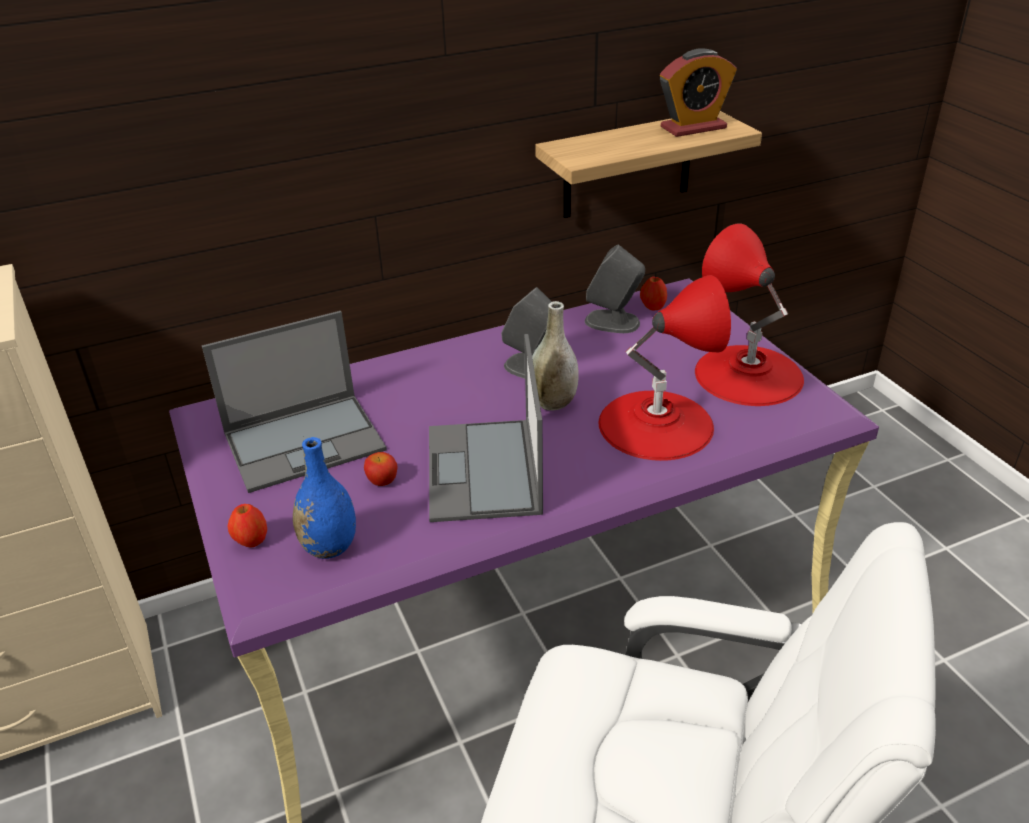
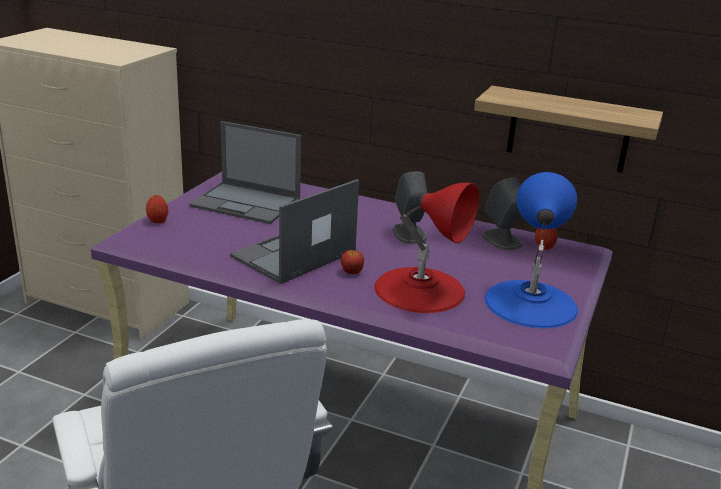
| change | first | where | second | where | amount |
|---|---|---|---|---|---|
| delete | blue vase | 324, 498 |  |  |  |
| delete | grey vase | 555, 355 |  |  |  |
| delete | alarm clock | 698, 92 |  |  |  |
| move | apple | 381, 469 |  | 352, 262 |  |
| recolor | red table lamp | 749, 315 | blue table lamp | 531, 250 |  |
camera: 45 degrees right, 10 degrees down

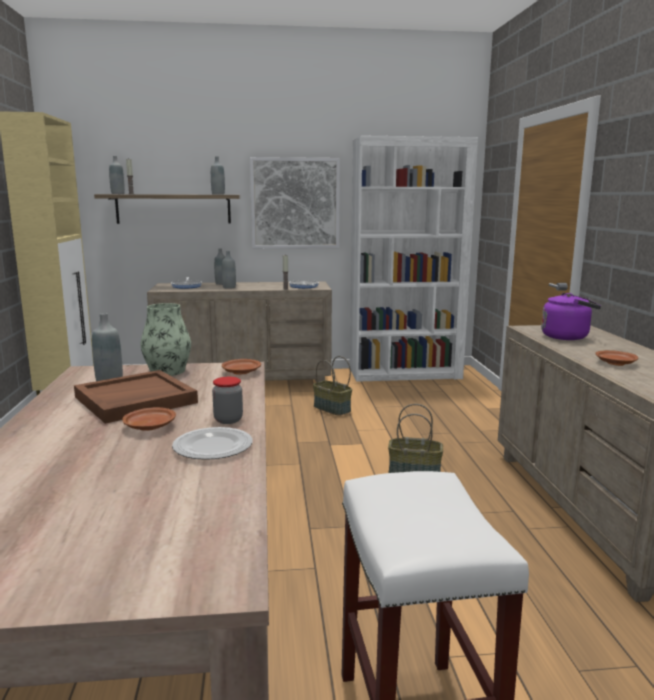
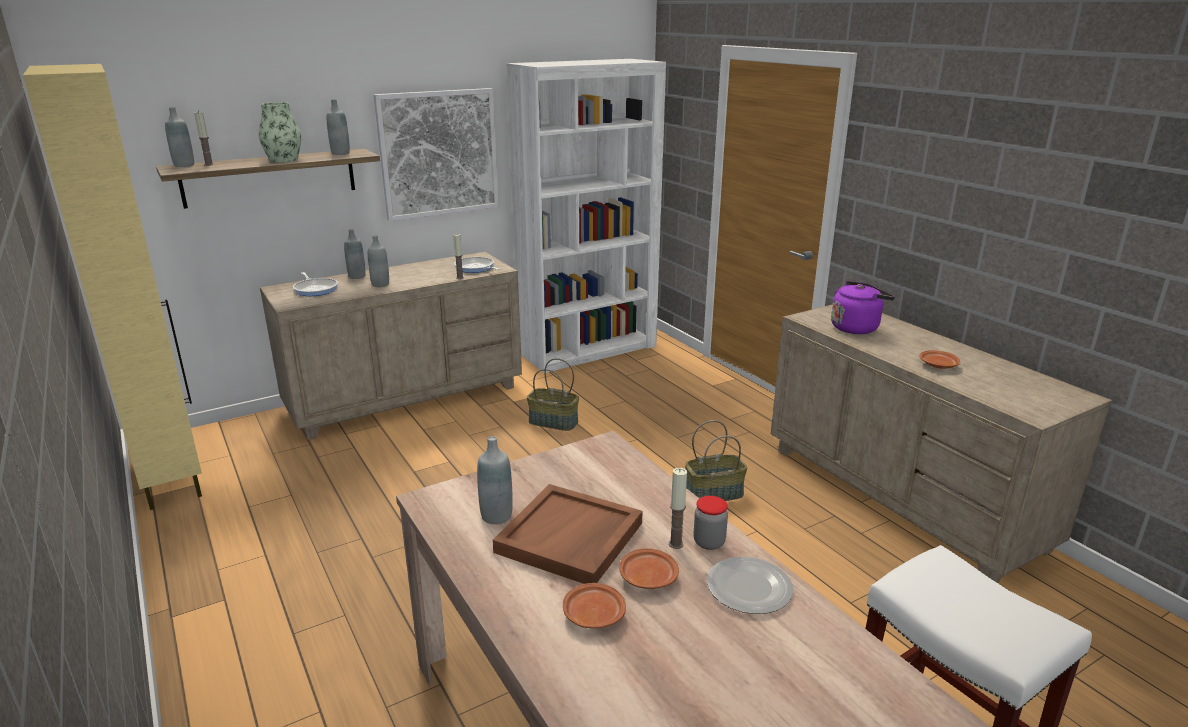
| change | first | where | second | where | amount |
|---|---|---|---|---|---|
| insert |  |  | candle | 678, 508 |  |
| move | vase | 165, 339 |  | 280, 132 |  |
| move | brown plate | 241, 367 |  | 594, 605 |  |
camera: 25 degrees left, 10 degrees up

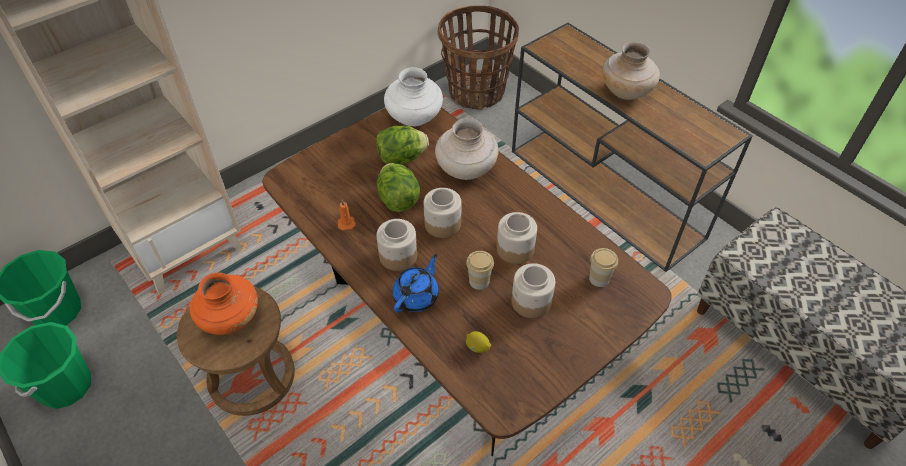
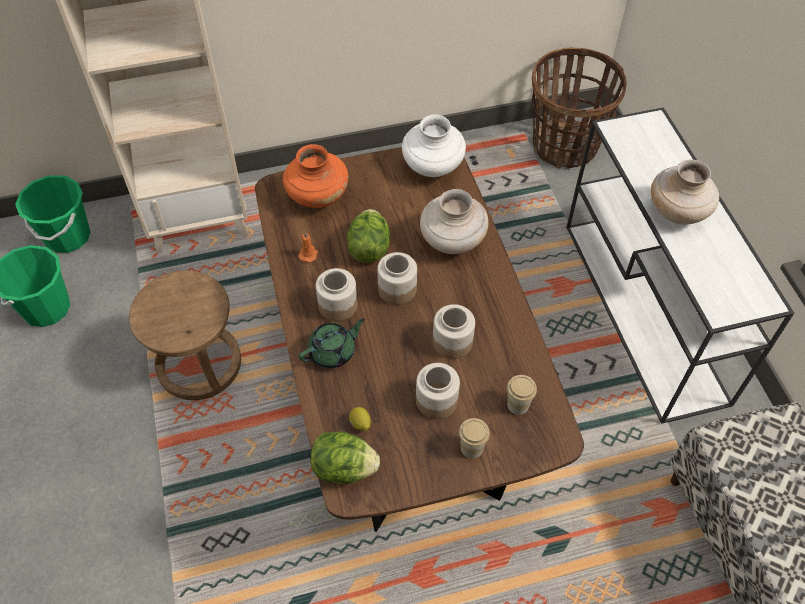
| change | first | where | second | where | amount |
|---|---|---|---|---|---|
| move | orange vase | 224, 304 |  | 315, 176 |  |
| move | lettuce | 402, 145 |  | 345, 458 |  |
| move | cup | 480, 270 |  | 474, 438 |  |
| recolor | blue teapot | 416, 283 | green teapot | 332, 343 |  |
| recolor | brown console table | 632, 147 | white console table | 680, 265 |  |
camera: 25 degrees right, 5 degrees up

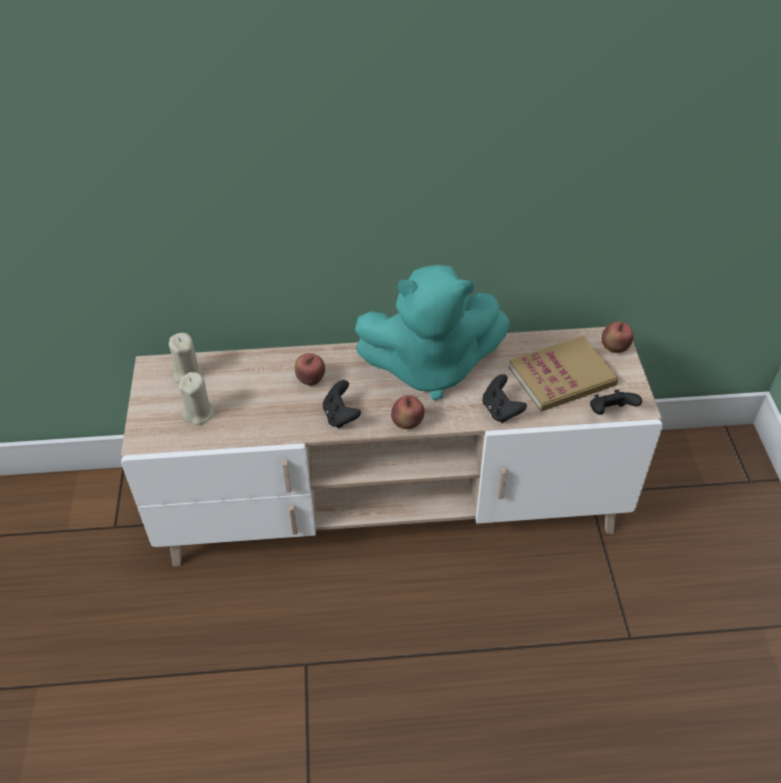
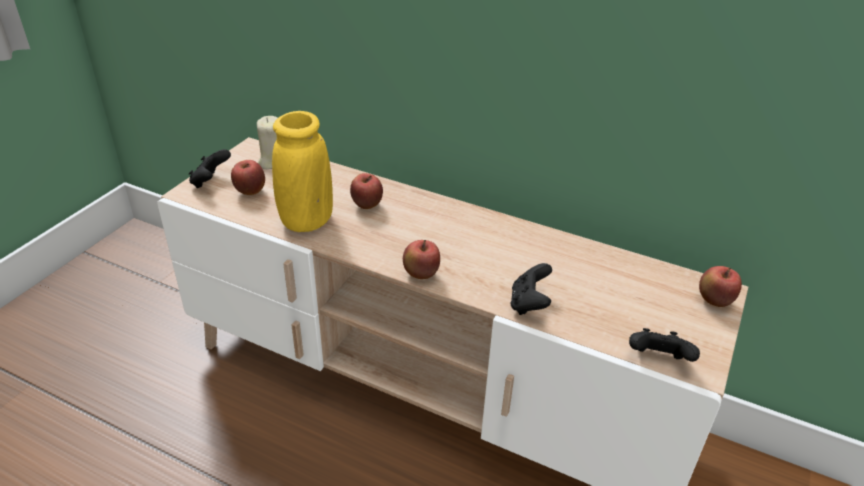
| change | first | where | second | where | amount |
|---|---|---|---|---|---|
| delete | turquoise plush toy | 432, 332 |  |  |  |
| delete | book | 563, 374 |  |  |  |
| insert |  |  | yellow vase | 302, 171 |  |
| move | black game controller | 342, 404 |  | 210, 168 |  |
| replace | beige candle | 196, 398 | apple | 248, 177 |  |
camera: 30 degrees right, 10 degrees down

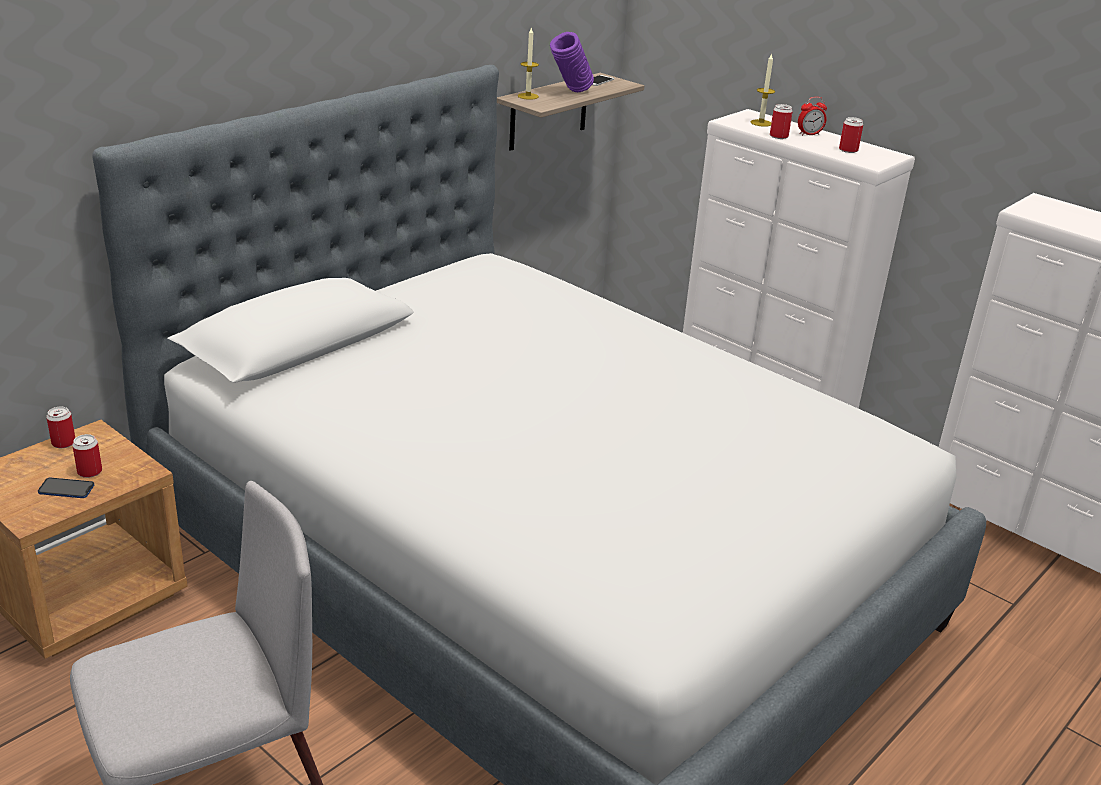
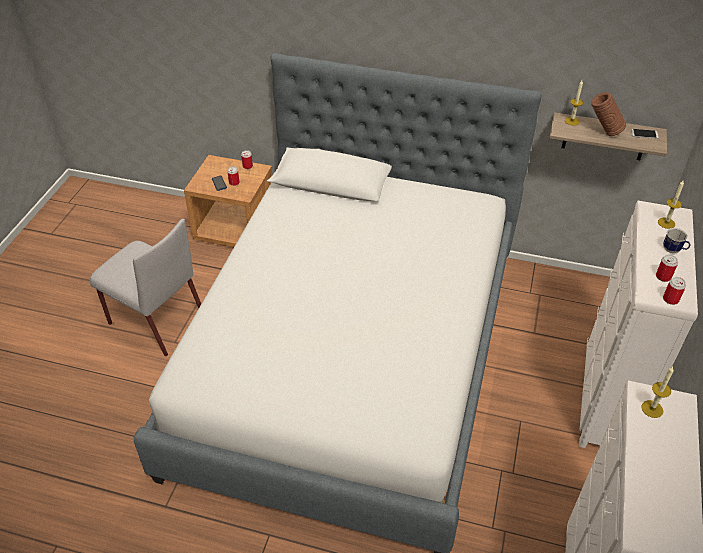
| change | first | where | second | where | amount |
|---|---|---|---|---|---|
| insert |  |  | candle | 657, 392 |  |
| move | can | 781, 121 |  | 674, 291 |  |
| replace | alarm clock | 812, 116 | mug | 676, 240 |  |
| recolor | purple vase | 572, 62 | brown vase | 608, 114 |  |
camera: 65 degrees right, 15 degrees up

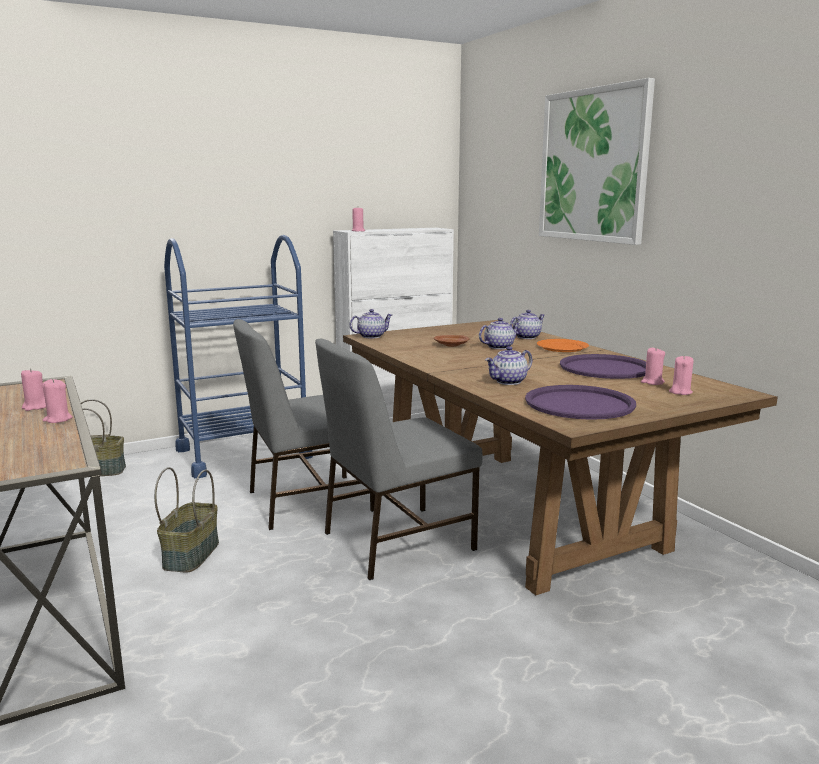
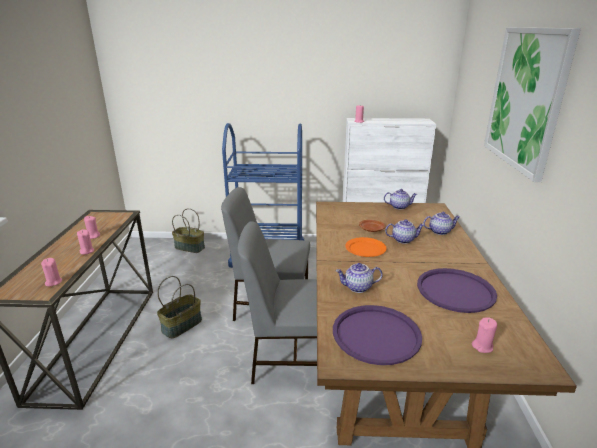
| change | first | where | second | where | amount |
|---|---|---|---|---|---|
| move | teapot | 370, 324 |  | 400, 199 |  |
| move | orange plate | 563, 345 |  | 366, 247 |  |
| move | pink candle | 653, 366 |  | 51, 272 |  |
camera: 30 degrees right, 10 degrees up

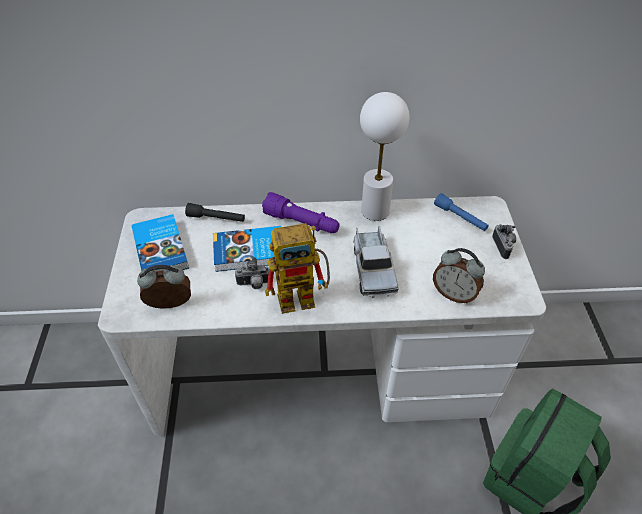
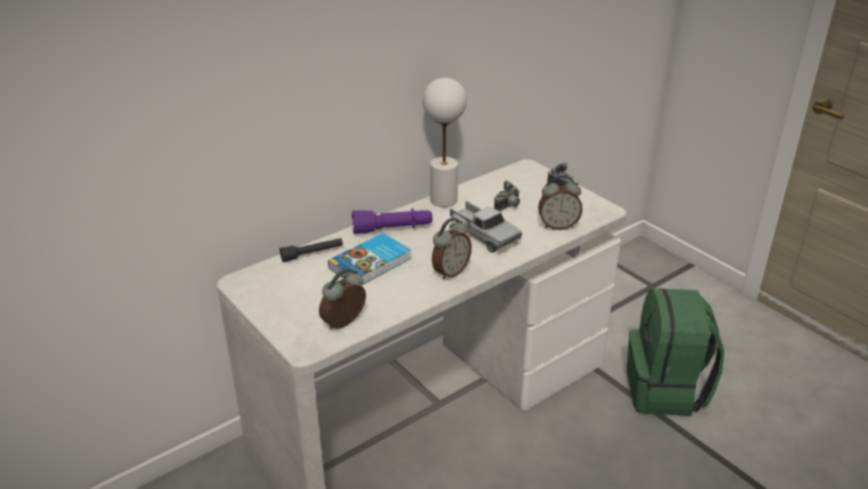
| change | first | where | second | where | amount |
|---|---|---|---|---|---|
| delete | book | 160, 243 |  |  |  |
| delete | blue flashlight | 461, 212 |  |  |  |
| move | photo camera | 252, 273 |  | 507, 195 |  |
| replace | toy robot | 297, 268 | alarm clock | 452, 249 |  |
camera: 35 degrees left, 15 degrees down

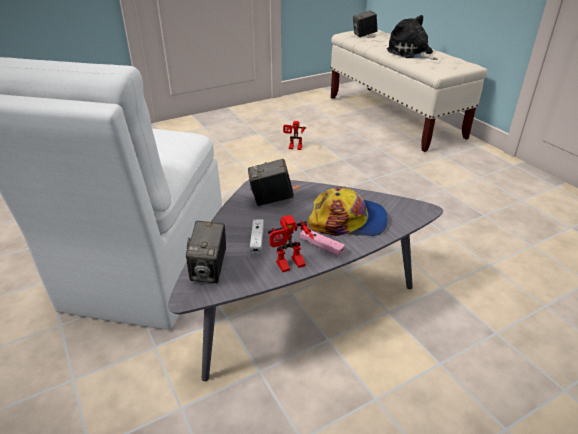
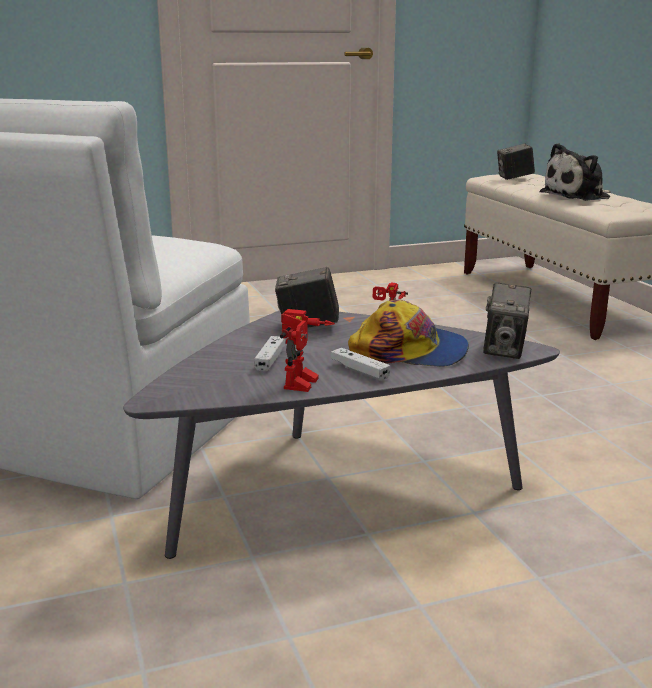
| change | first | where | second | where | amount |
|---|---|---|---|---|---|
| move | photo camera | 206, 252 |  | 507, 320 |  |
| recolor | pink game controller | 322, 243 | white game controller | 360, 364 |  |
| rotate | toy robot | 291, 243 |  | 307, 350 | 60 degrees counterclockwise |
| rotate | plush toy | 412, 37 |  | 574, 172 | 90 degrees counterclockwise |
camera: 10 degrees right, 15 degrees down

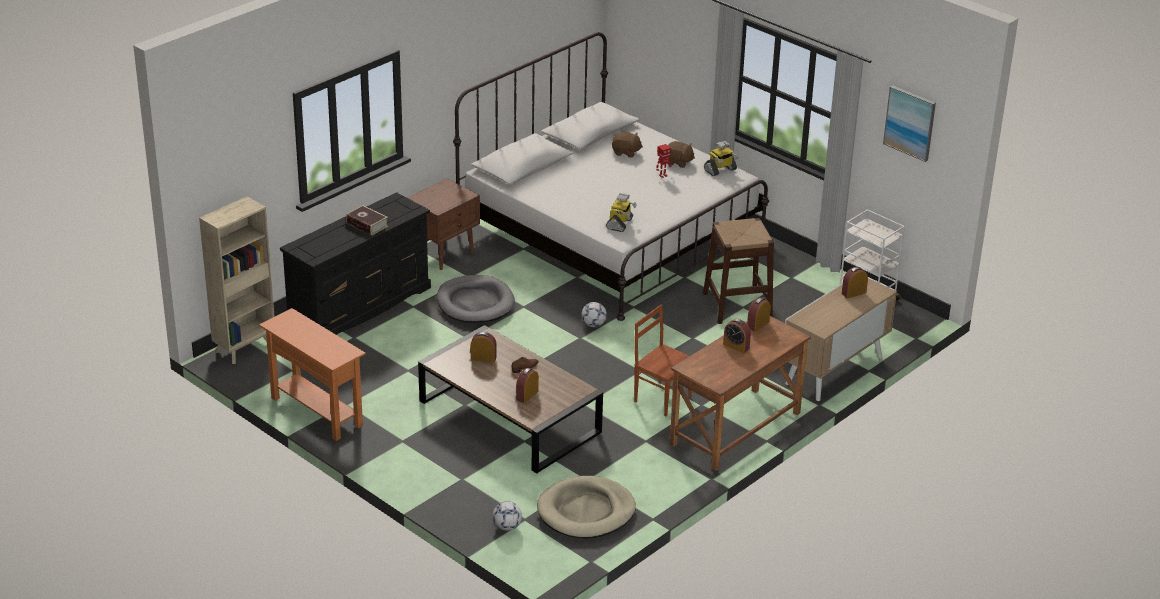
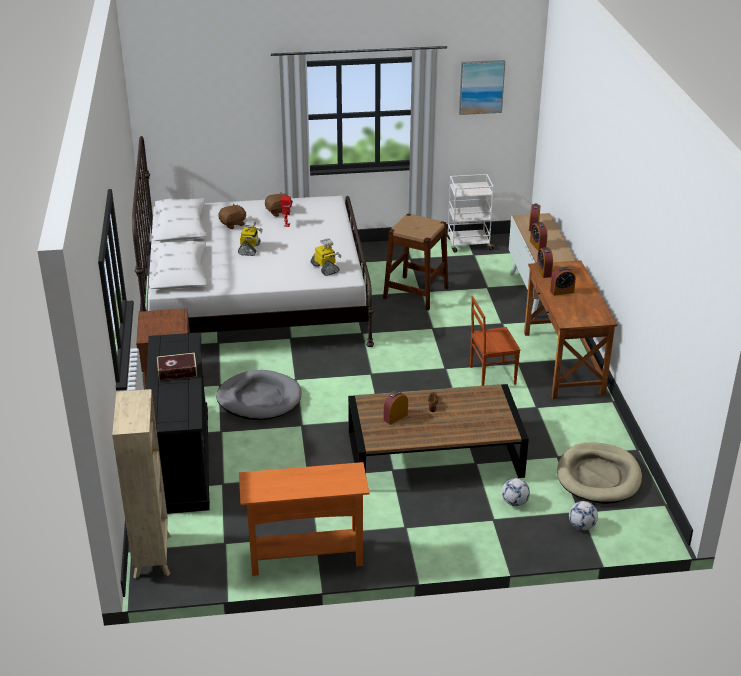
| change | first | where | second | where | amount |
|---|---|---|---|---|---|
| move | alarm clock | 527, 385 |  | 538, 236 |  |
| move | football | 594, 314 |  | 516, 492 |  |
| move | toy robot | 721, 158 |  | 250, 238 |  |
camera: 50 degrees left, 0 degrees up

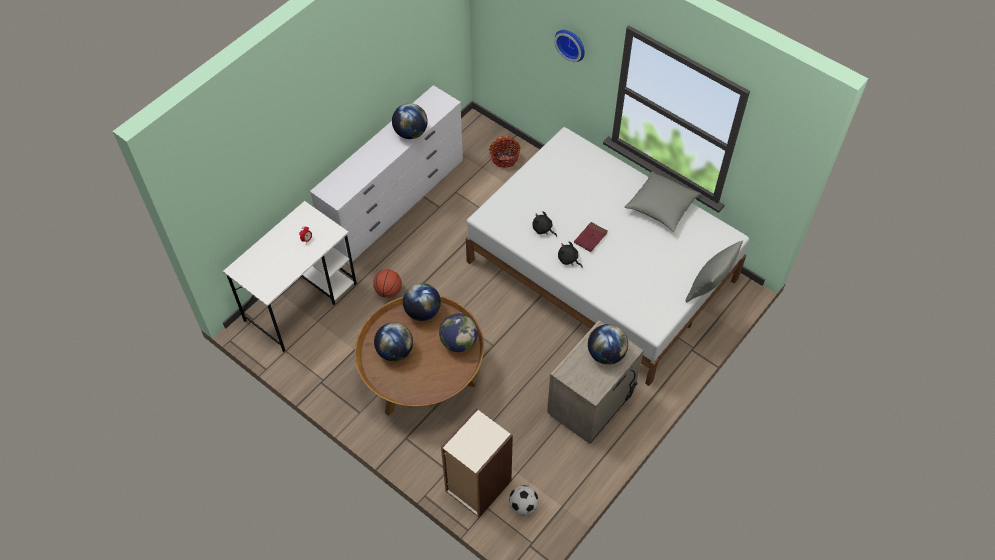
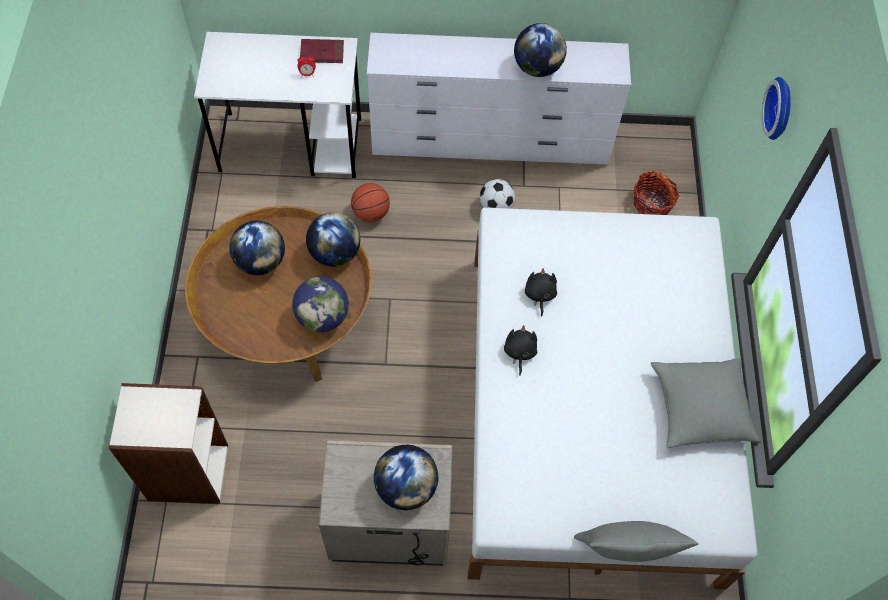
| change | first | where | second | where | amount |
|---|---|---|---|---|---|
| move | football | 523, 500 |  | 497, 194 |  |
| move | red book | 591, 237 |  | 322, 51 |  |
camera: 50 degrees right, 5 degrees up

